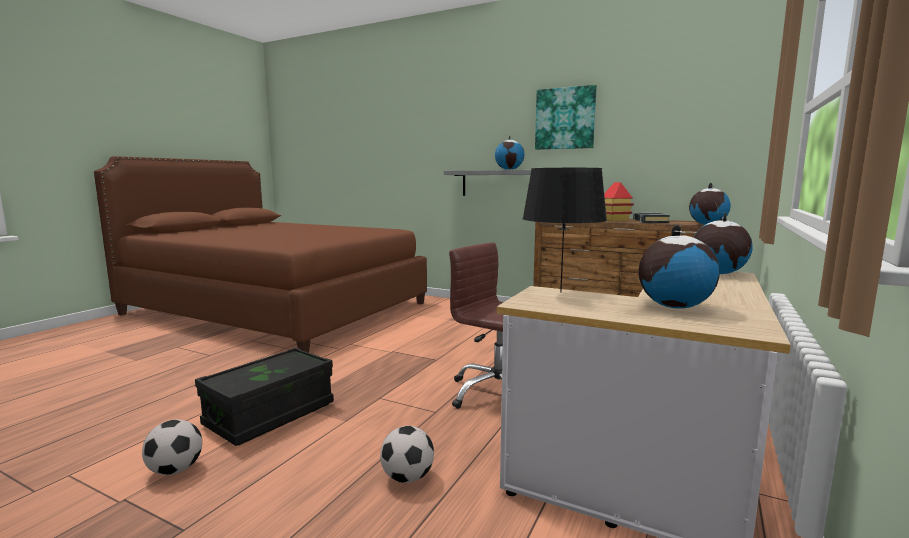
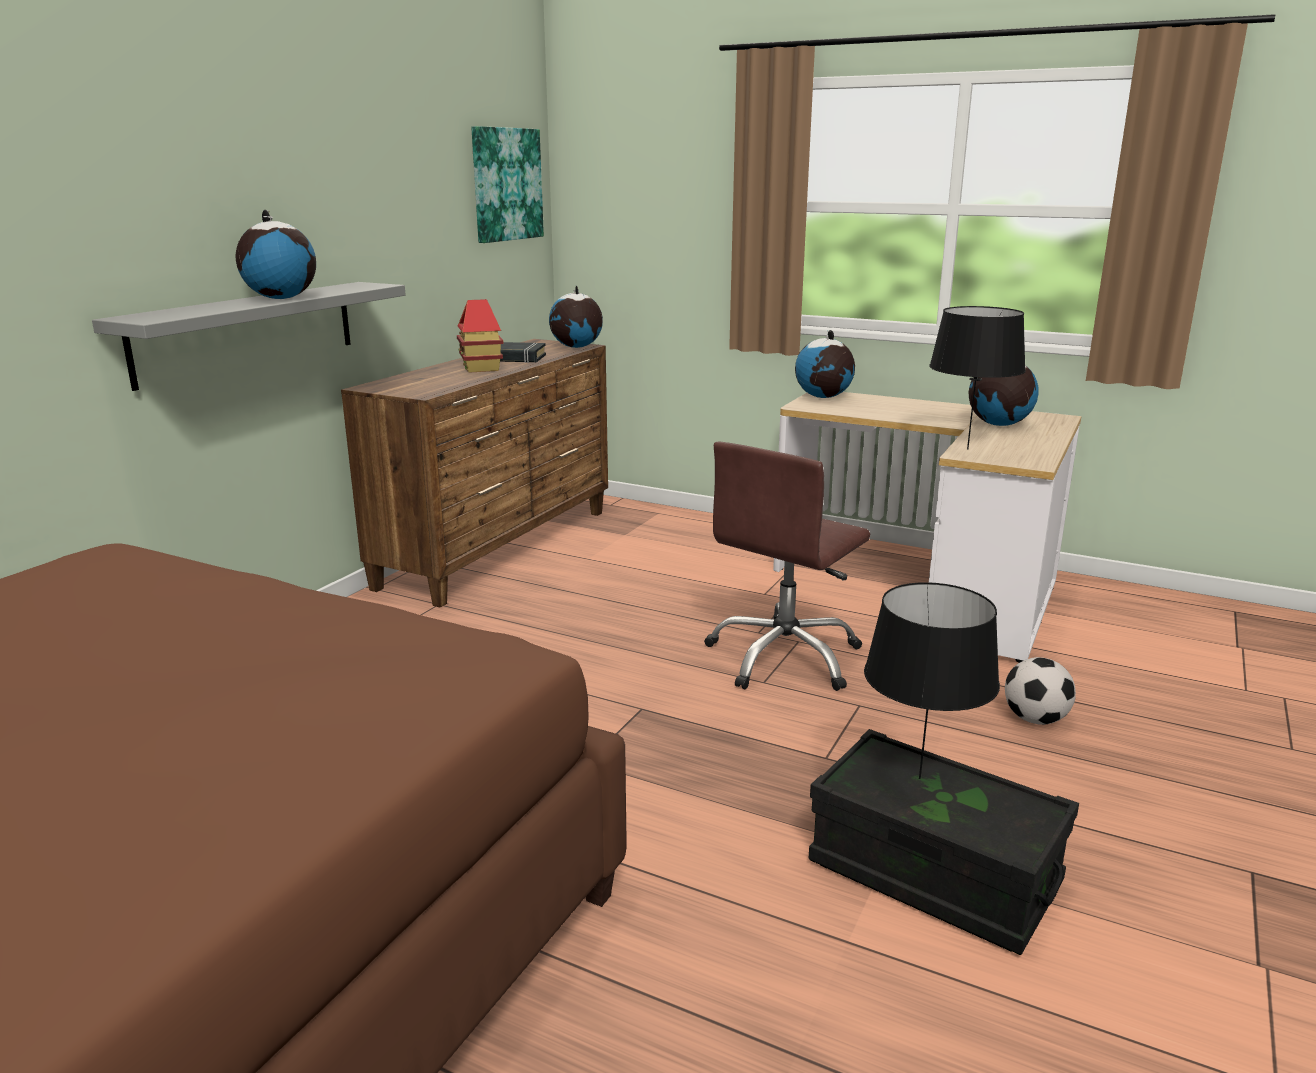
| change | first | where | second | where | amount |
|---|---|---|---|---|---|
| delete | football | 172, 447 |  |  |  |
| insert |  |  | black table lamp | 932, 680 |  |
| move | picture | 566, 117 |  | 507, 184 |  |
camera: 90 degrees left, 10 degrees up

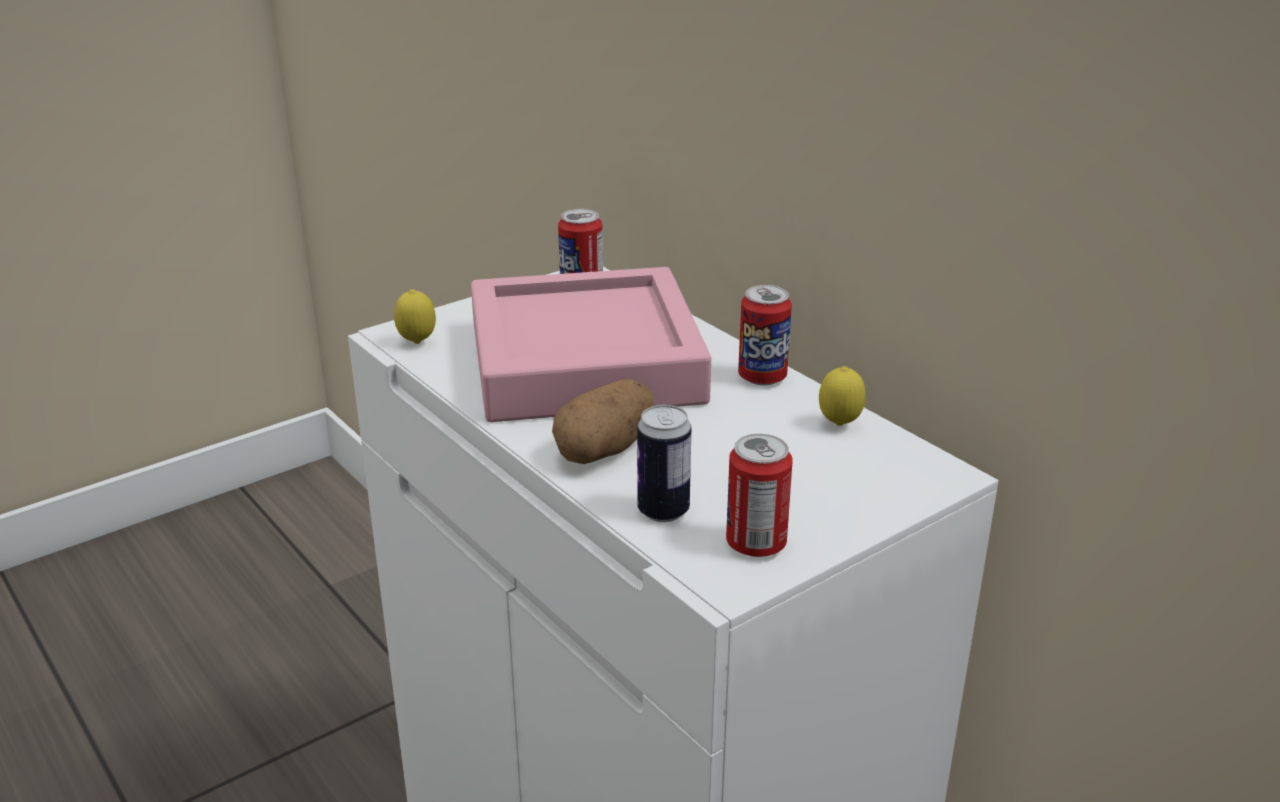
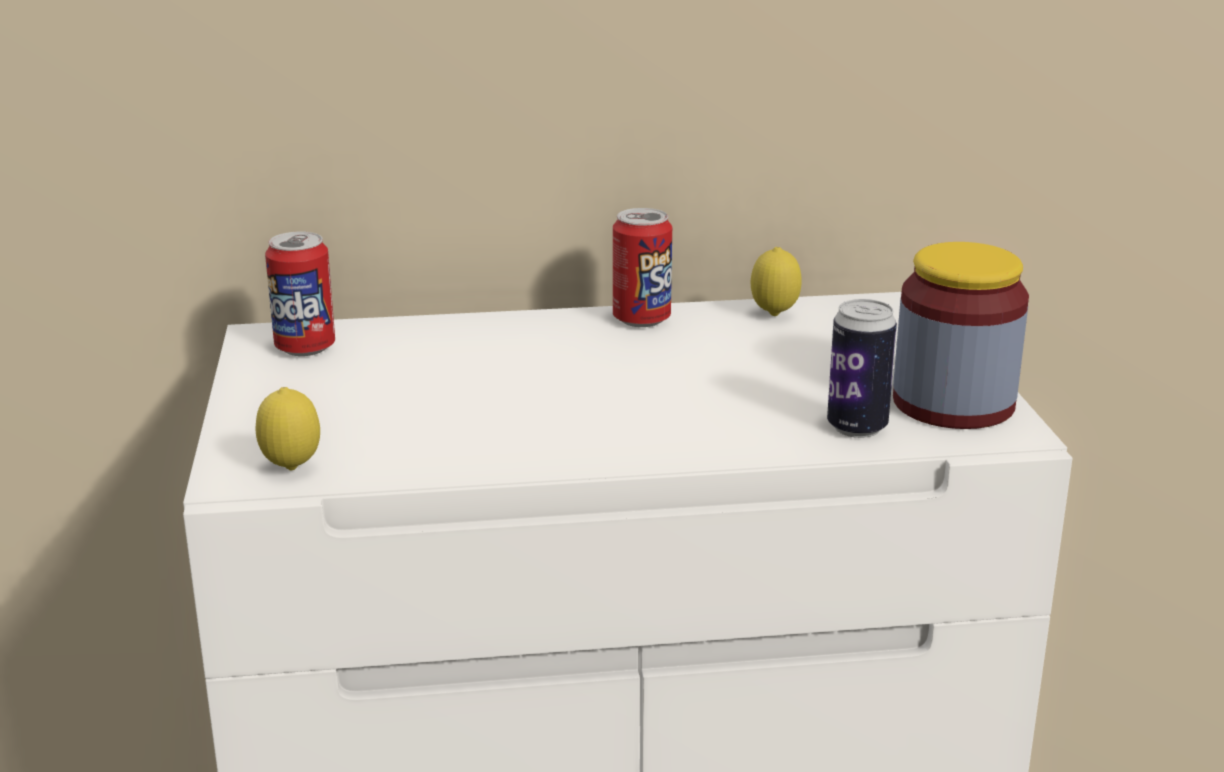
| change | first | where | second | where | amount |
|---|---|---|---|---|---|
| delete | pink tray | 591, 344 |  |  |  |
| delete | potato | 603, 421 |  |  |  |
| replace | can | 759, 495 | jar | 961, 335 |  |
camera: 60 degrees left, 5 degrees down

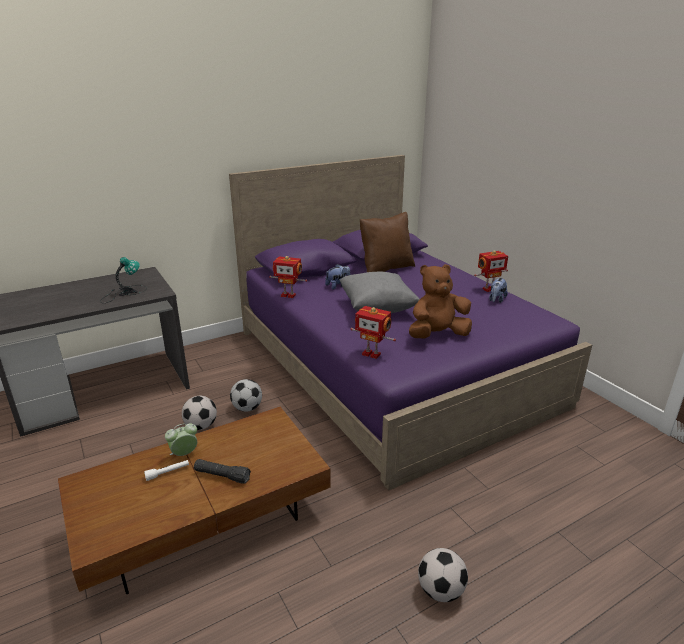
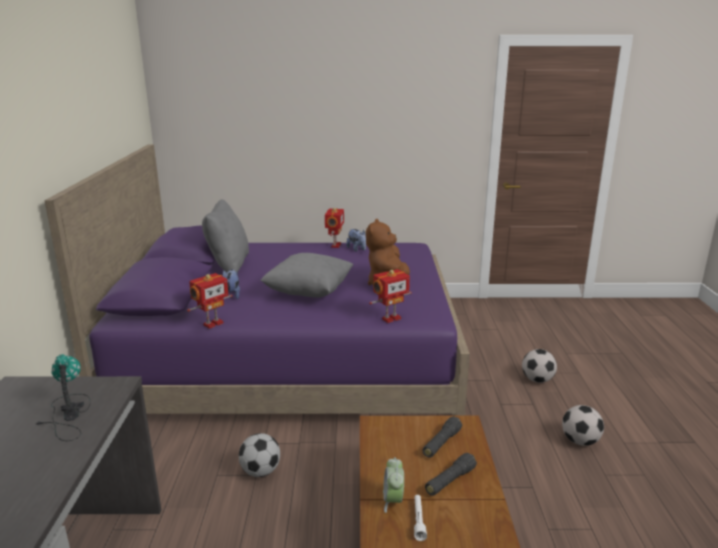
| change | first | where | second | where | amount |
|---|---|---|---|---|---|
| insert |  |  | black flashlight | 442, 437 |  |
| move | football | 199, 413 |  | 539, 366 |  |
| recolor | brown pillow | 387, 242 | grey pillow | 225, 236 |  |
camera: 60 degrees left, 5 degrees down

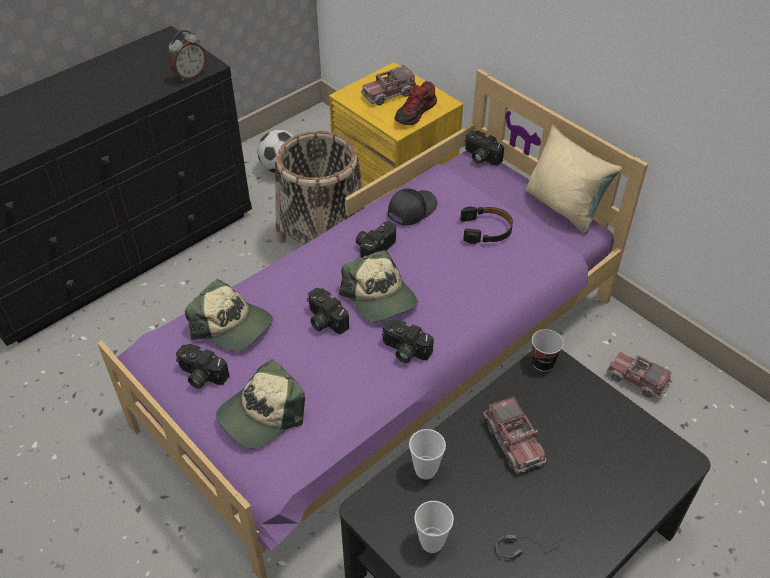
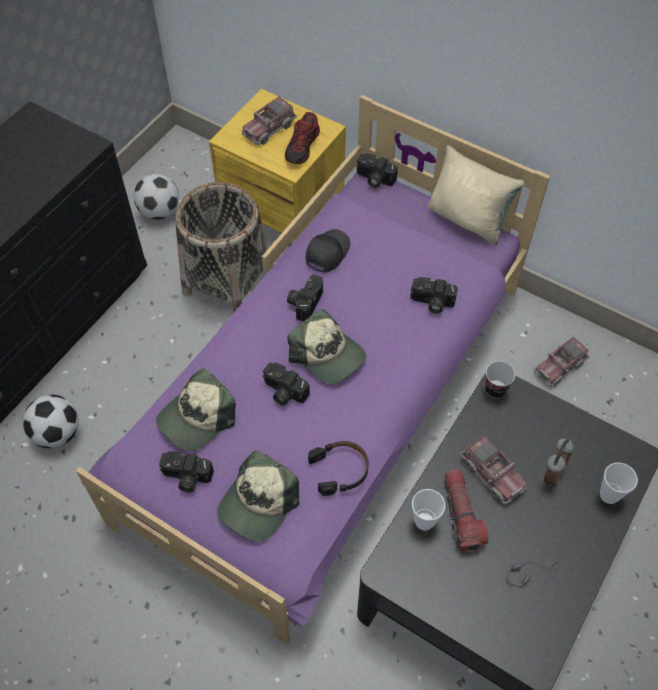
| change | first | where | second | where | amount |
|---|---|---|---|---|---|
| insert |  |  | football | 51, 421 |  |
| insert |  |  | flashlight | 466, 510 |  |
| move | alarm clock | 187, 55 |  | 558, 462 |  |
| move | photo camera | 408, 341 |  | 434, 295 |  |
| move | cup | 434, 527 |  | 619, 483 |  |
| move | black headphones | 486, 225 |  | 338, 468 |  |
| rotate | cap | 229, 315 |  | 196, 409 | 120 degrees clockwise |
| rotate | toy truck | 639, 375 |  | 561, 362 | 60 degrees counterclockwise |
camera: 15 degrees left, 10 degrees up

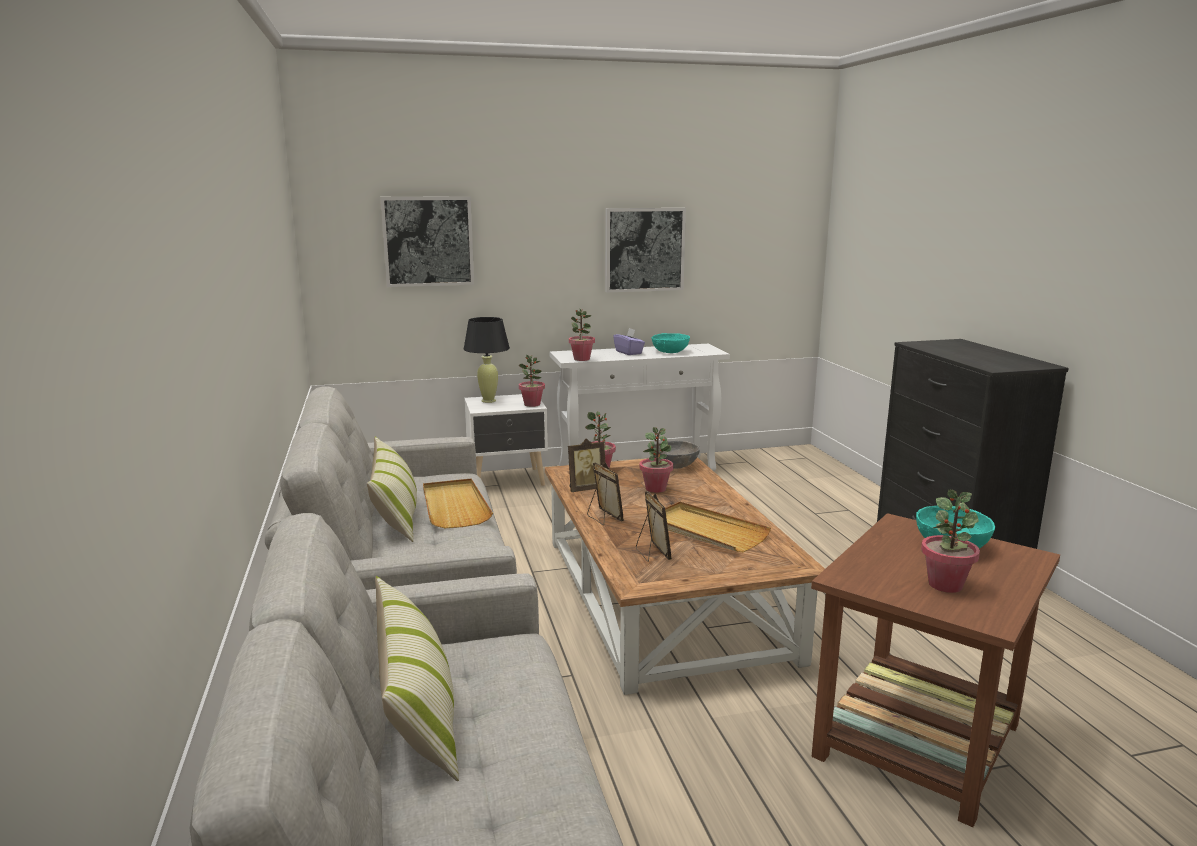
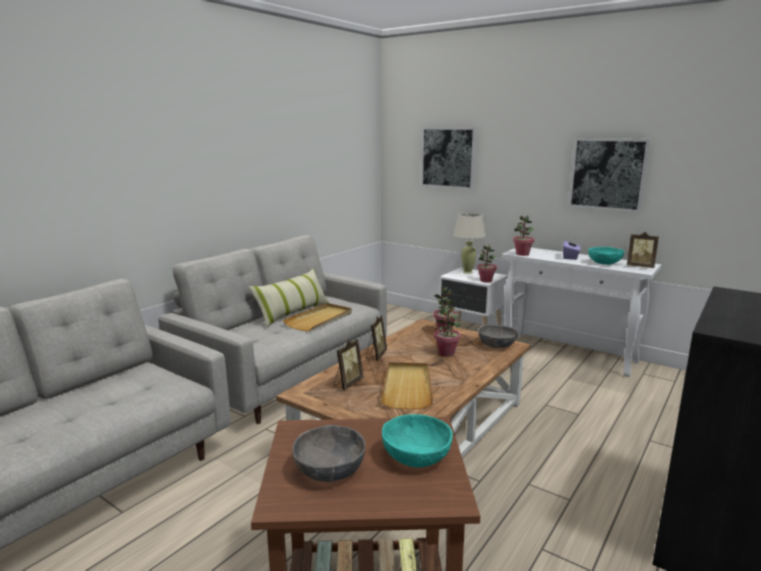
| change | first | where | second | where | amount |
|---|---|---|---|---|---|
| delete | pillow | 417, 678 |  |  |  |
| move | picture frame | 586, 465 |  | 643, 250 |  |
| replace | potted plant | 950, 541 | grey bowl | 328, 453 |  |
| recolor | black table lamp | 487, 360 | beige table lamp | 469, 243 |  |
camera: 50 degrees right, 0 degrees up

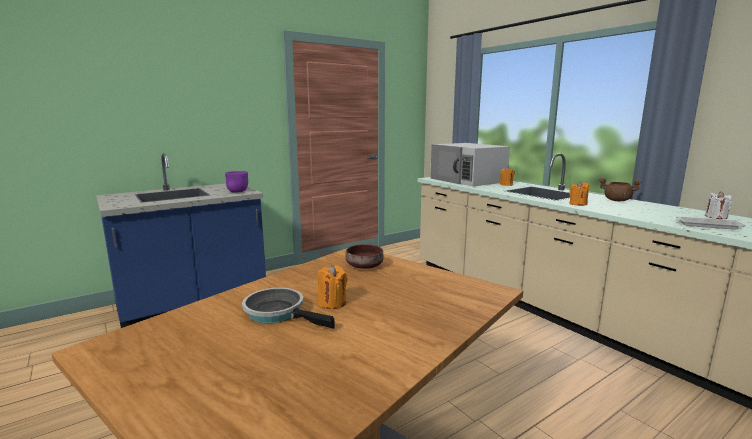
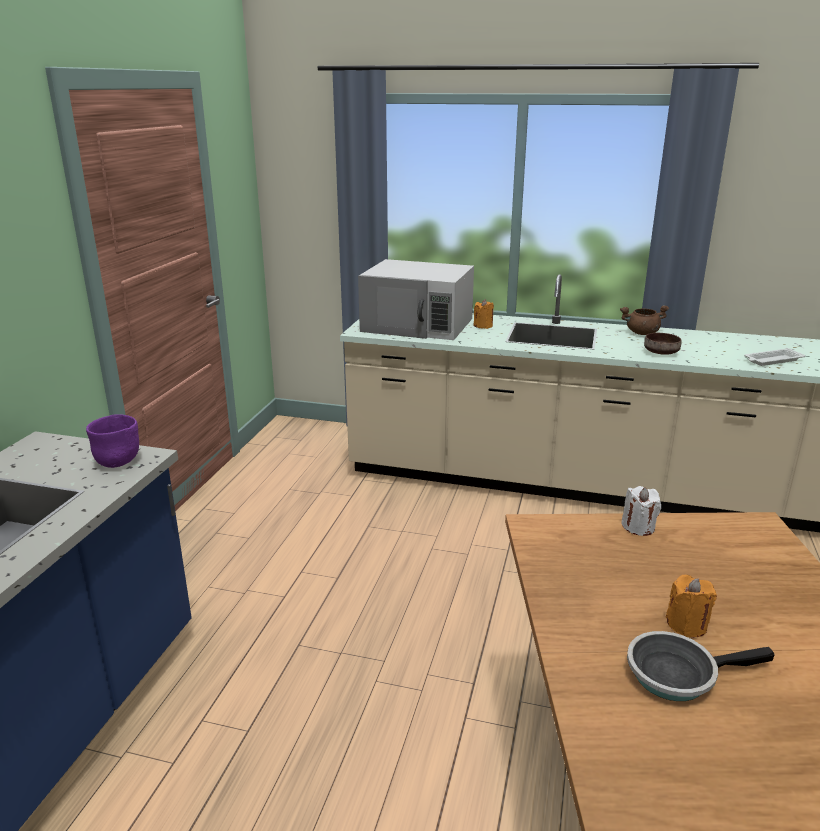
| change | first | where | second | where | amount |
|---|---|---|---|---|---|
| delete | orange candle | 579, 193 |  |  |  |
| move | brown bowl | 364, 256 |  | 663, 344 |  |
| move | white candle | 718, 205 |  | 641, 511 |  |
camera: 40 degrees left, 10 degrees up

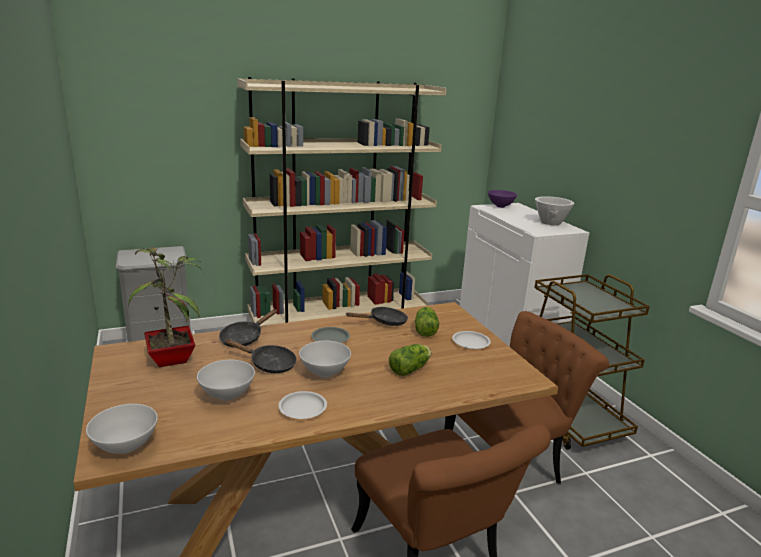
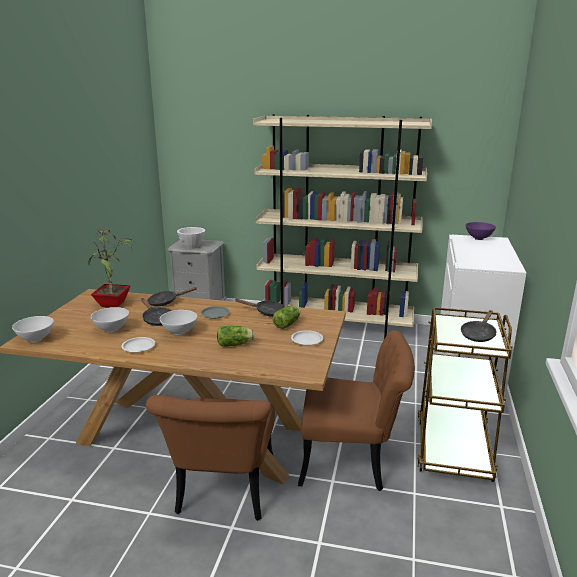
| change | first | where | second | where | amount |
|---|---|---|---|---|---|
| insert |  |  | black frying pan | 478, 326 |  |
| move | white bowl | 554, 210 |  | 191, 238 |  |
camera: 35 degrees right, 0 degrees up

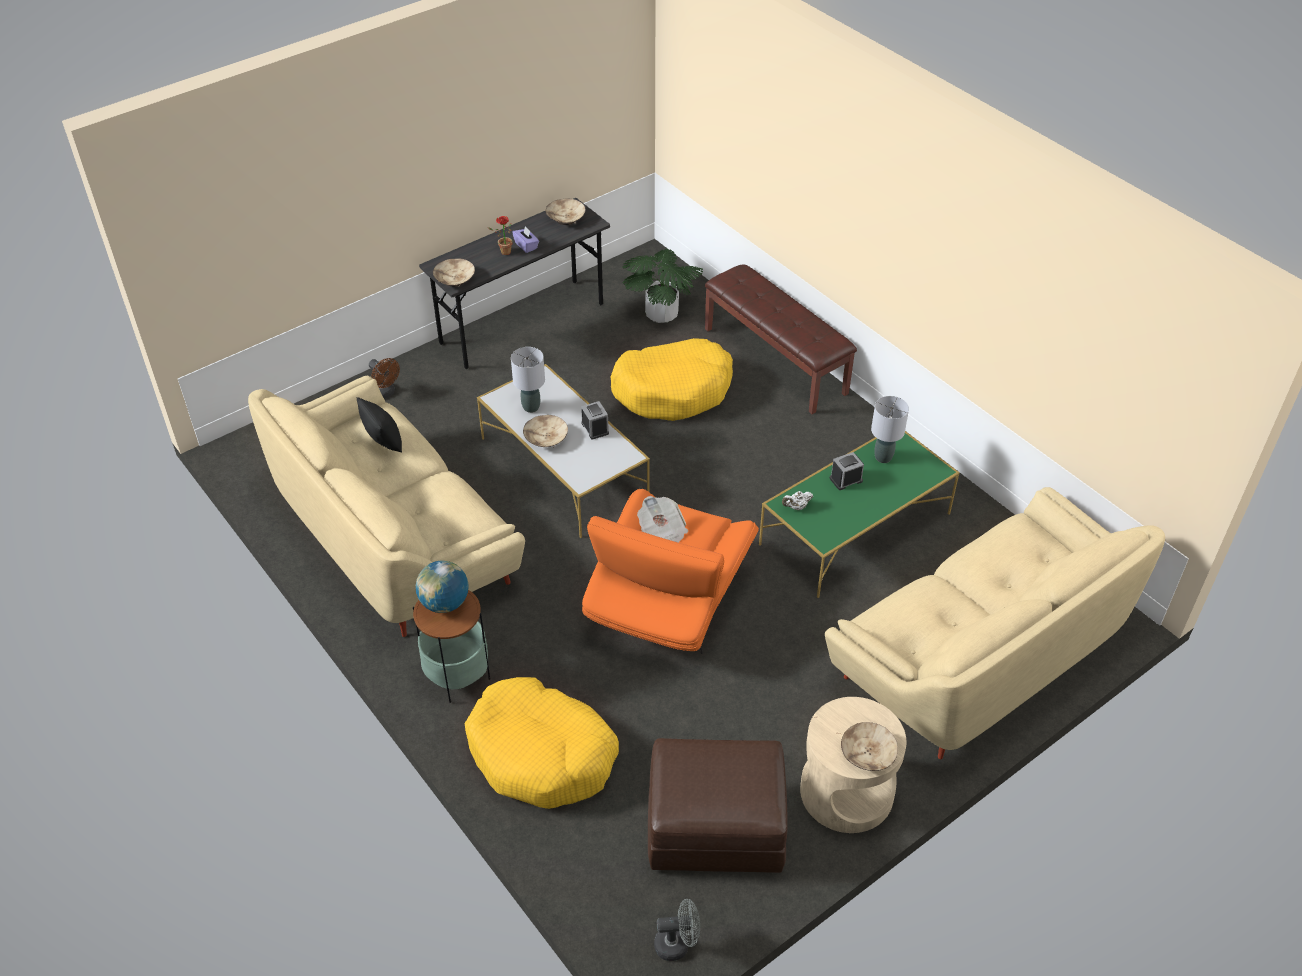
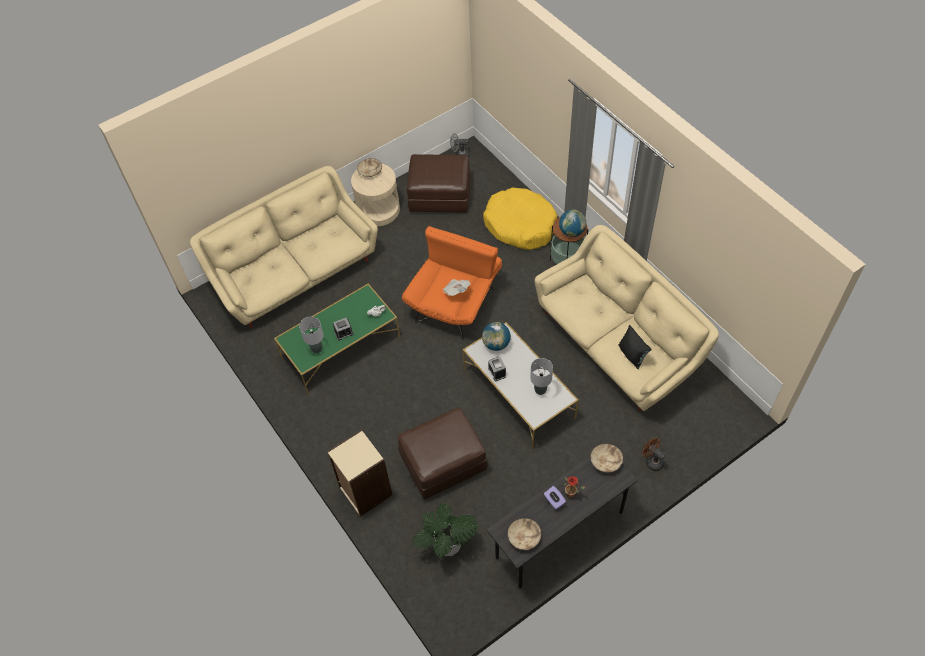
| change | first | where | second | where | amount |
|---|---|---|---|---|---|
| delete | beige bowl | 545, 431 |  |  |  |
| insert |  |  | globe | 496, 336 |  |
| replace | yellow dog bed | 672, 379 | brown ottoman | 443, 453 |  |
| replace | brown bench | 781, 339 | beige bookcase | 360, 473 |  |
camera: 175 degrees left, 10 degrees up

